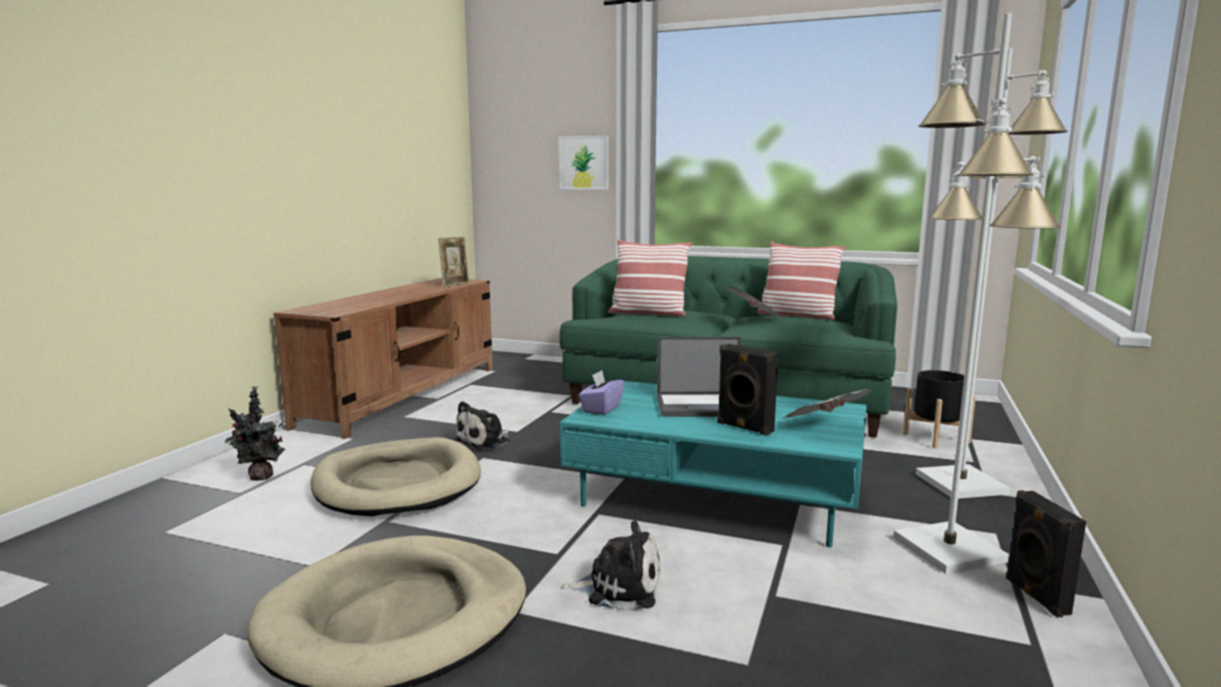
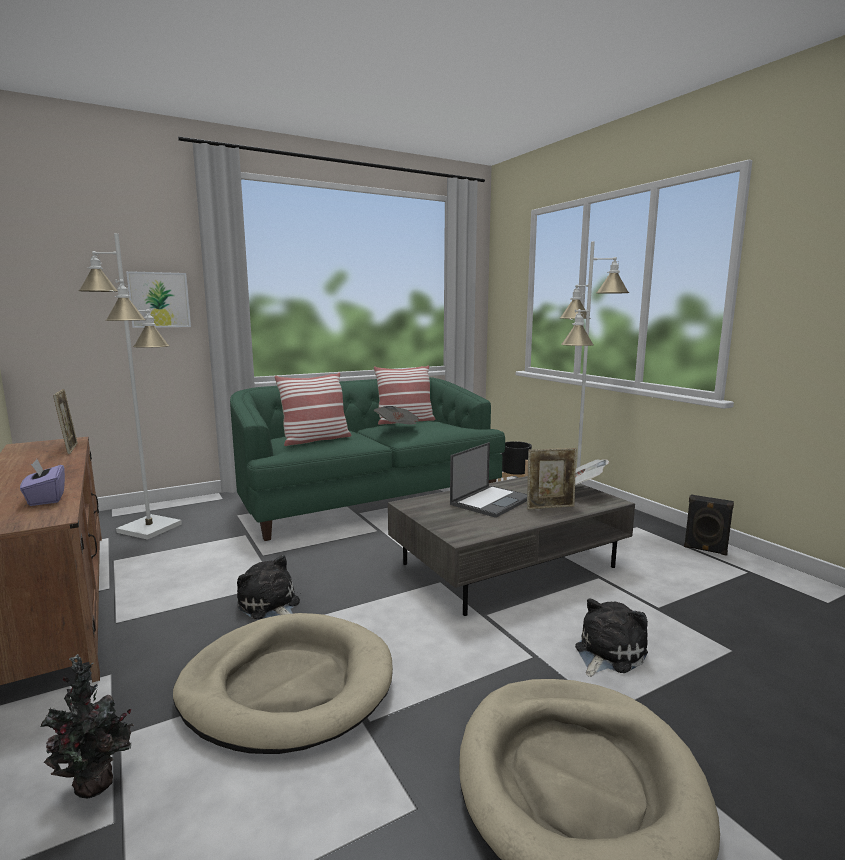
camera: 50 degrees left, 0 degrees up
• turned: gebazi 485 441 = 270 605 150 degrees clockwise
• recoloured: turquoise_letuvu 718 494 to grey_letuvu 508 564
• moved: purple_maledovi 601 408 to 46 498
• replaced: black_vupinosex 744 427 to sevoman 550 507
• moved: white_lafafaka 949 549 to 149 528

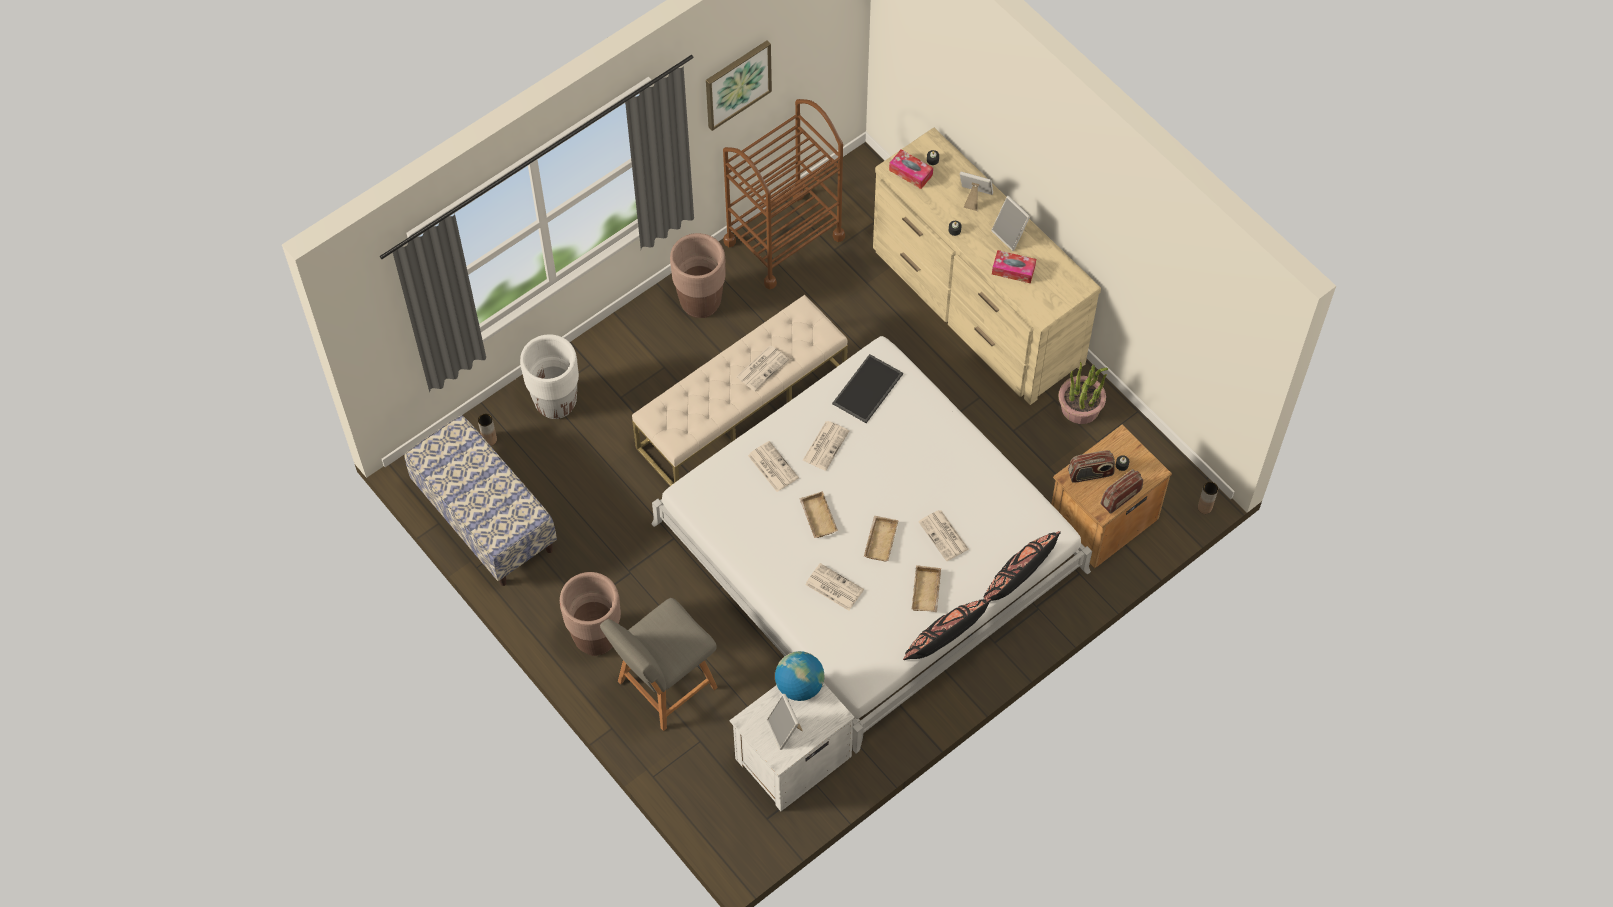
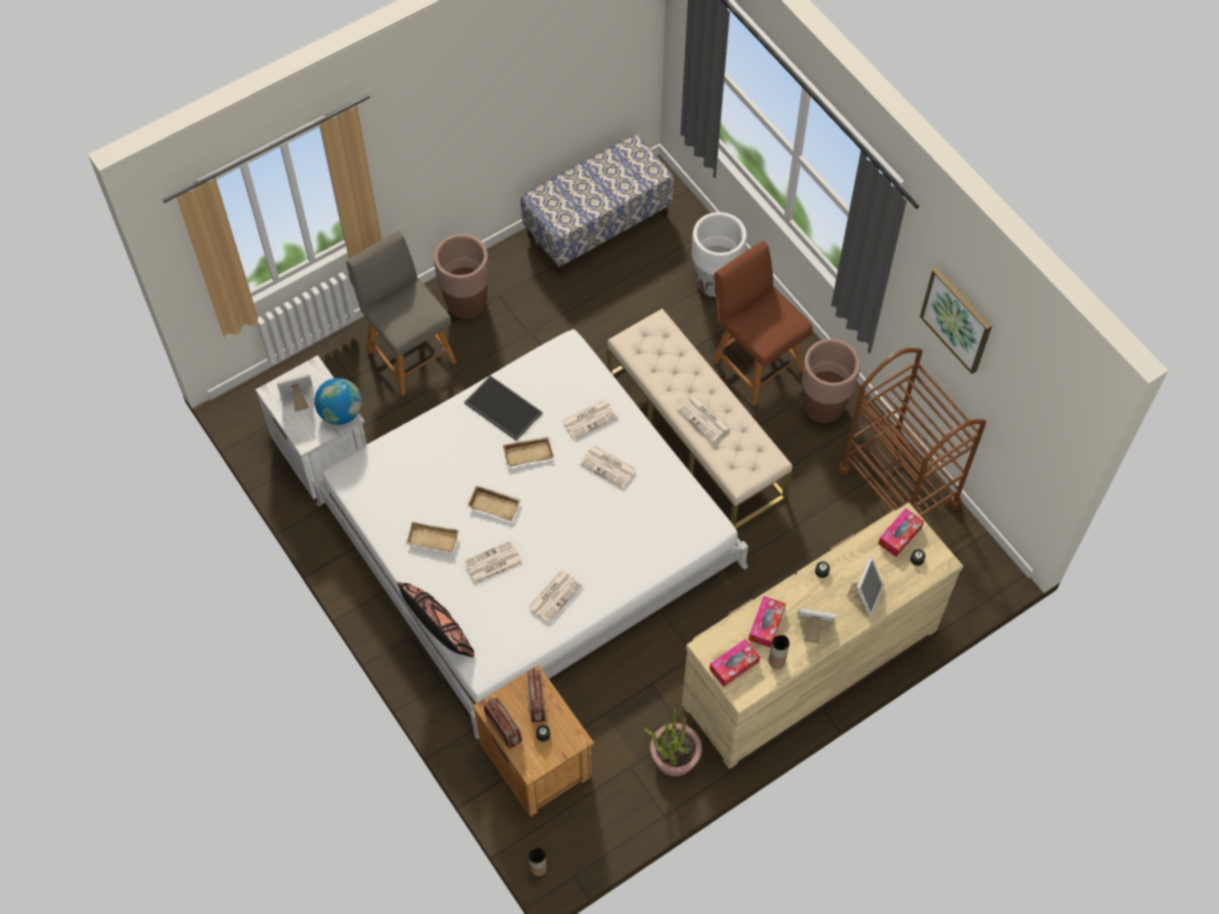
camera: 95 degrees right, 0 degrees up
• moved: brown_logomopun 489 440 to 777 661
• moved: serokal 833 587 to 555 595
• moved: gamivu 868 390 to 502 408
• removed: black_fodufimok 945 638
• turned: sevoman 1011 235 = 813 627 45 degrees clockwise
• added: maledovi 734 665
• added: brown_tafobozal 755 364

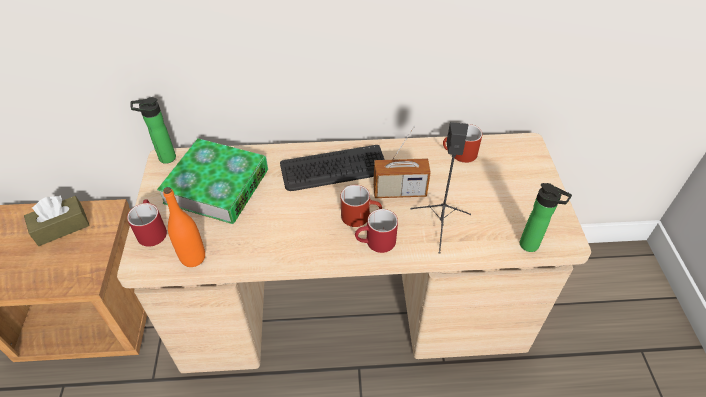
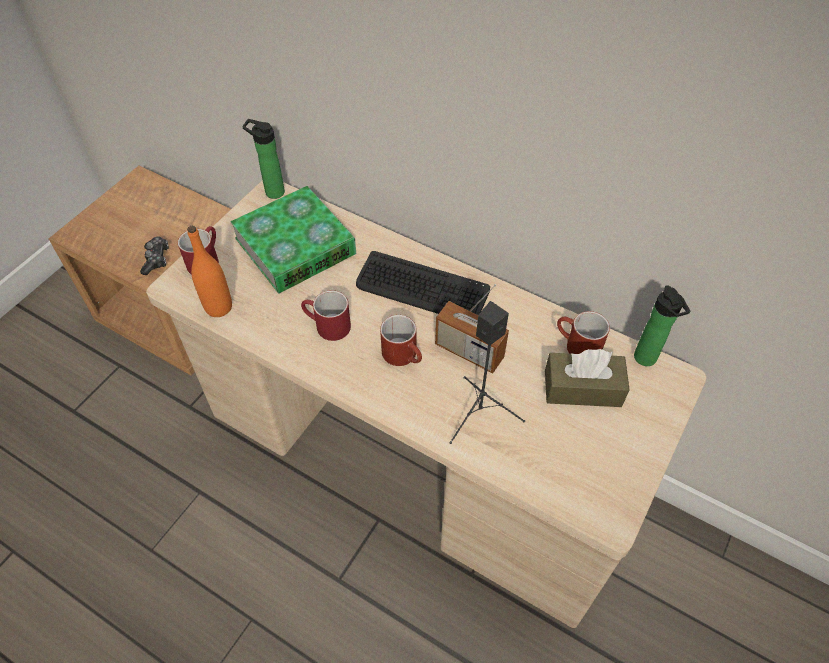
camera: 35 degrees right, 5 degrees up
• moved: brown_maledovi 61 227 to 582 388
• moved: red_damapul 375 243 to 326 326
• moved: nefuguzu 532 246 to 647 360
• added: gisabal 156 259

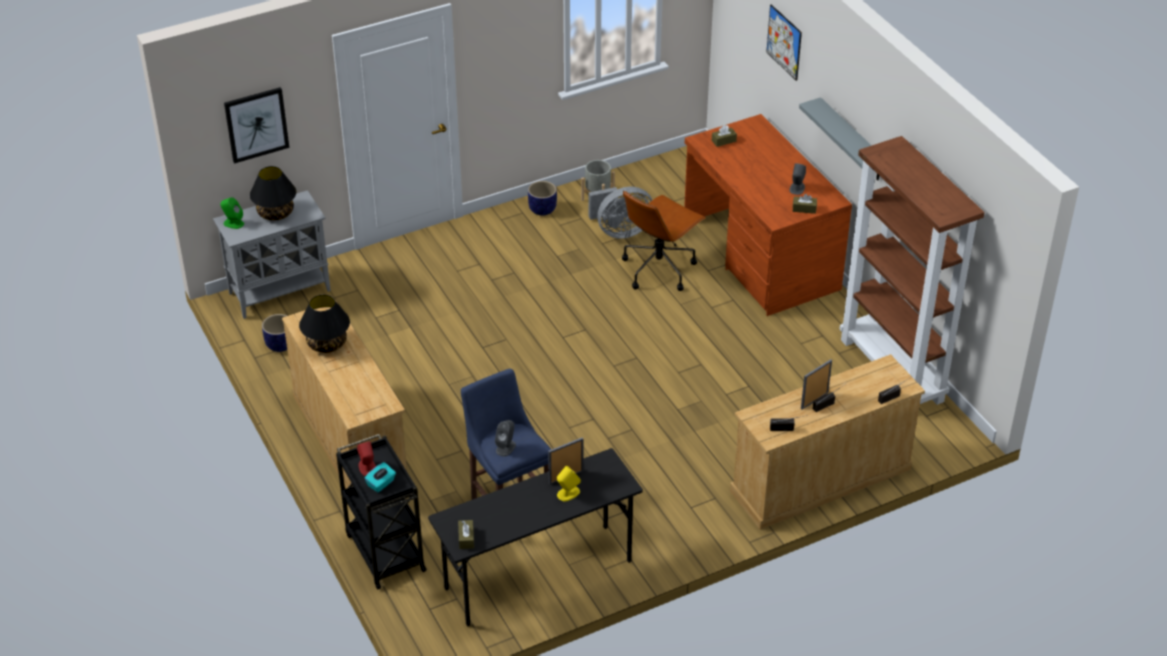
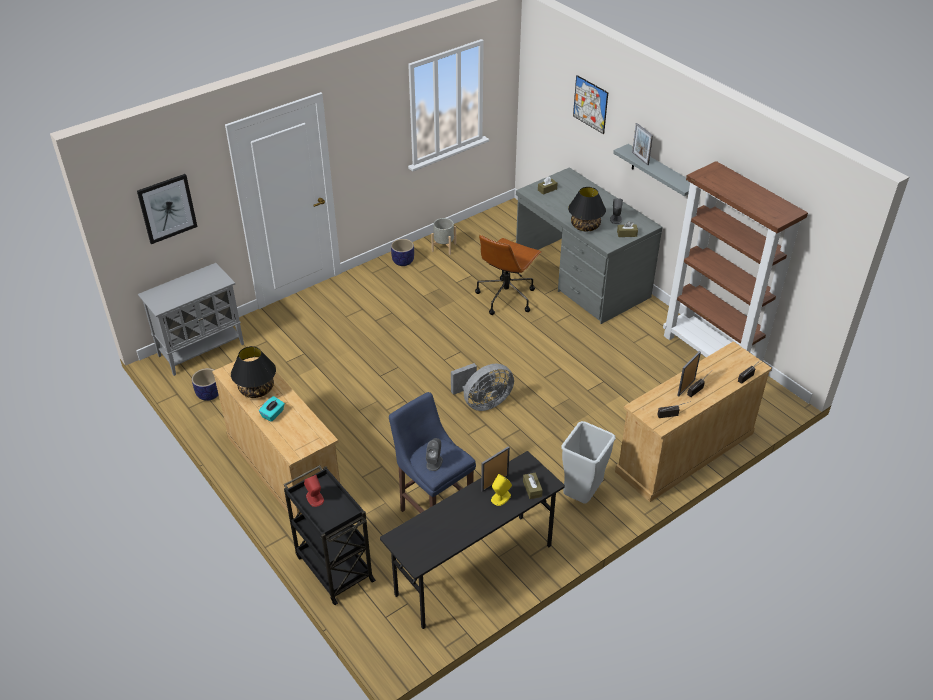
camera: 10 degrees left, 0 degrees up
• removed: green_vupinosex 233 223
• moved: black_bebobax 276 213 to 585 226
• moved: turquoise_maledovi 381 484 to 273 414
• moved: brown_maledovi 466 538 to 532 489
• moved: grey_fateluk 620 231 to 483 402
• recoloured: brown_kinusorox 760 256 to grey_kinusorox 581 278
• added: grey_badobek 582 495
• added: sevoman 640 158

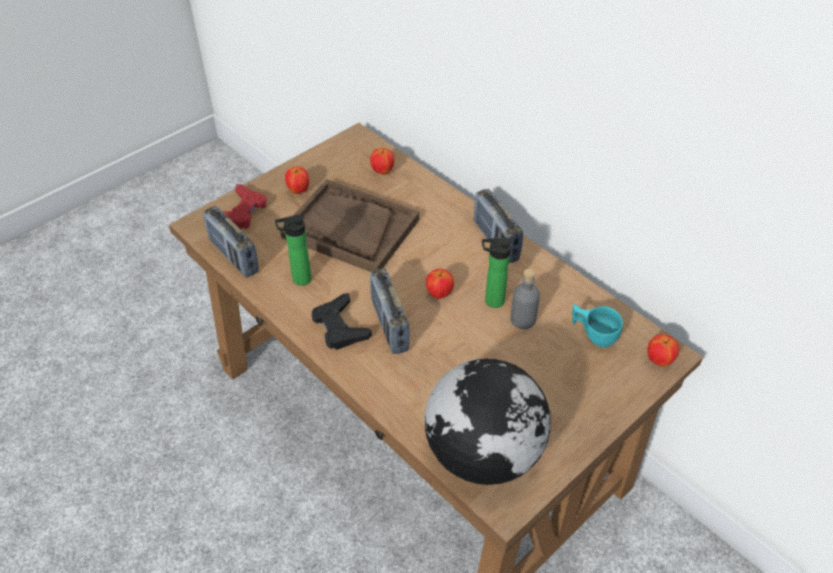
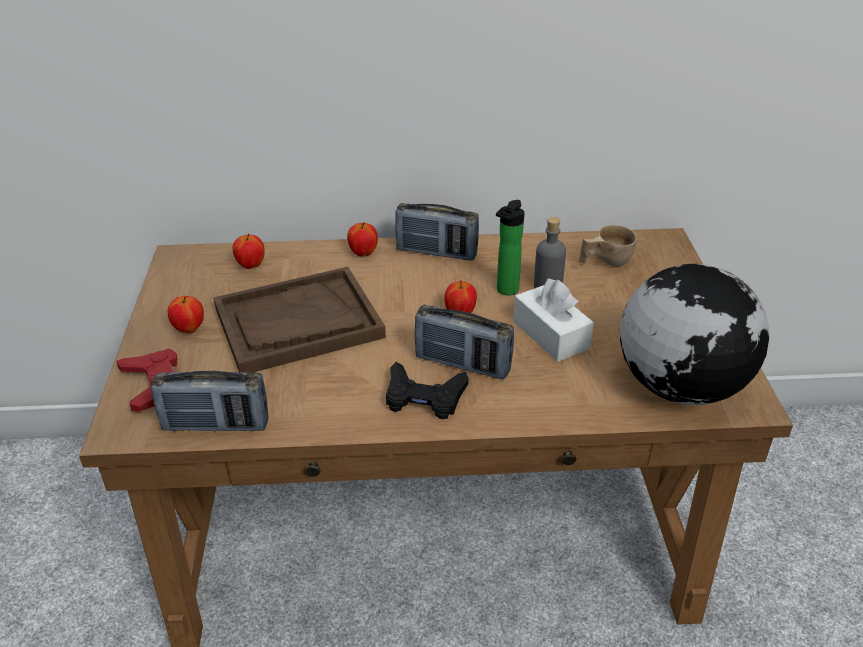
camera: 50 degrees left, 10 degrees down
• removed: nefuguzu 299 279
• recoloured: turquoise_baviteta 593 334 to beige_baviteta 605 261
• moved: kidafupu 659 360 to 363 253
• added: white_maledovi 550 335

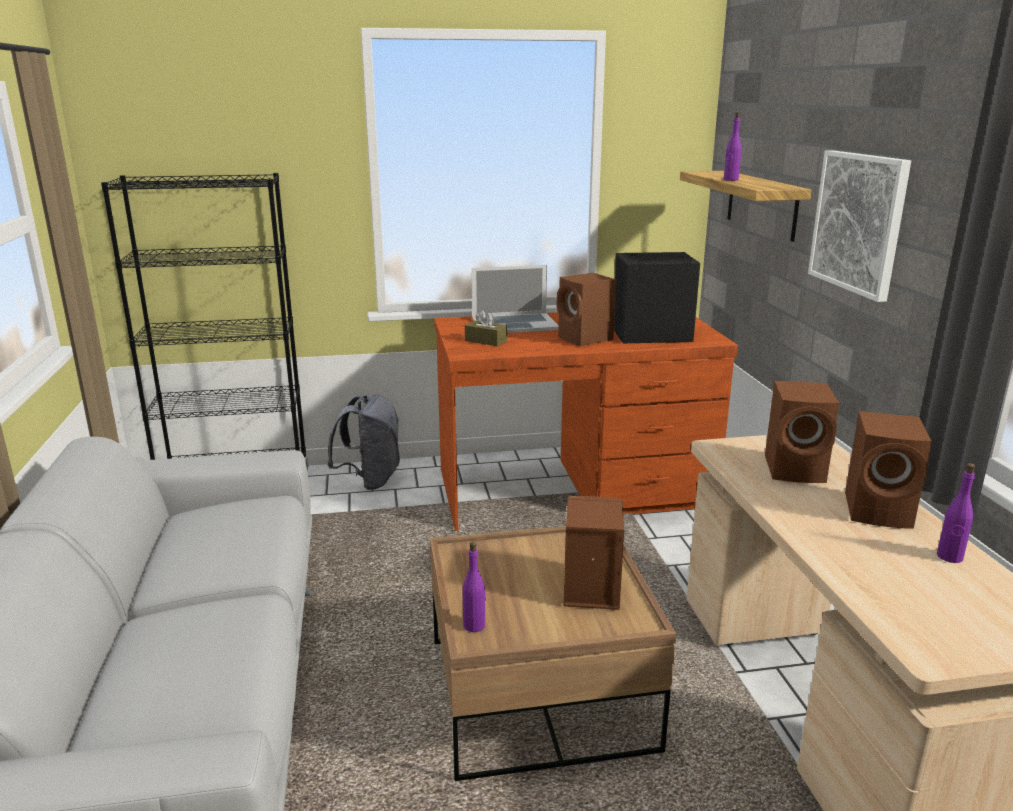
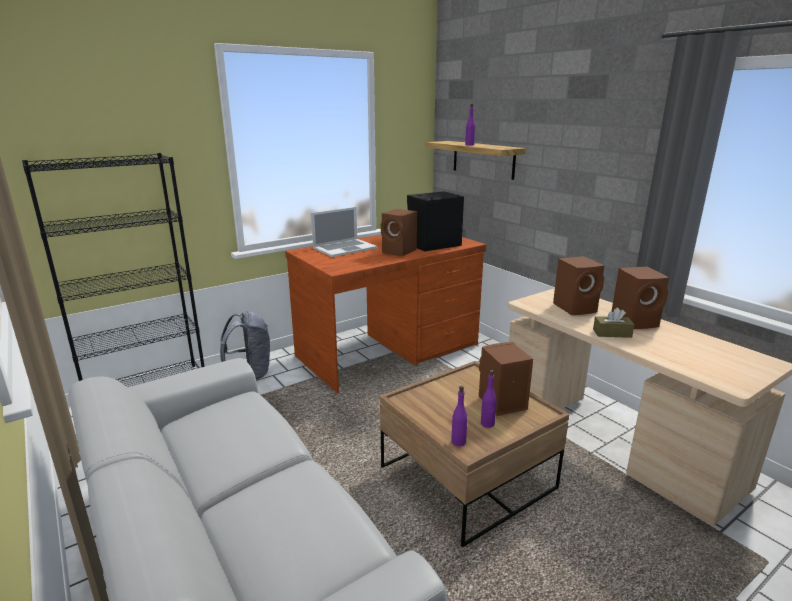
camera: 25 degrees left, 0 degrees up
• moved: brown_maledovi 486 341 to 612 333
• removed: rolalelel 858 222
• moved: purple_nefuguzu 949 557 to 487 424

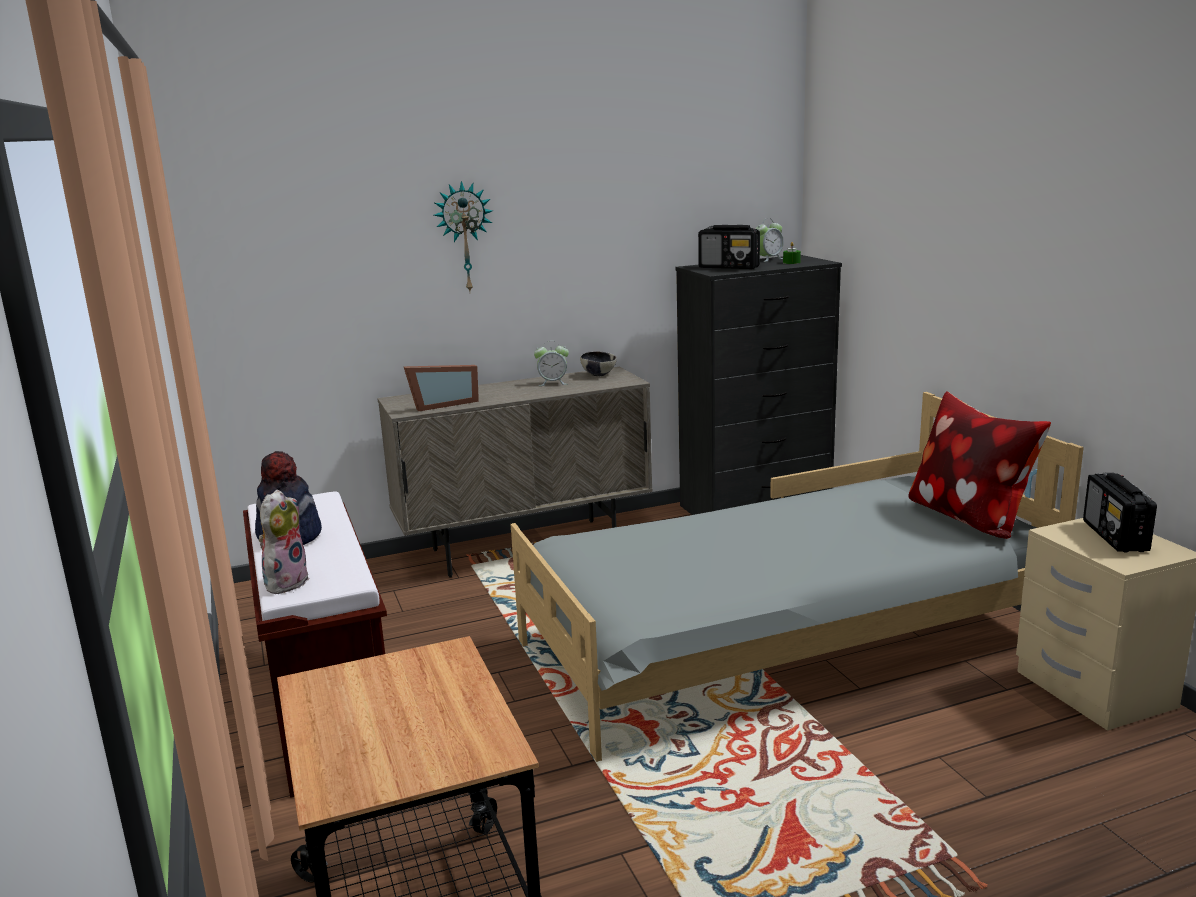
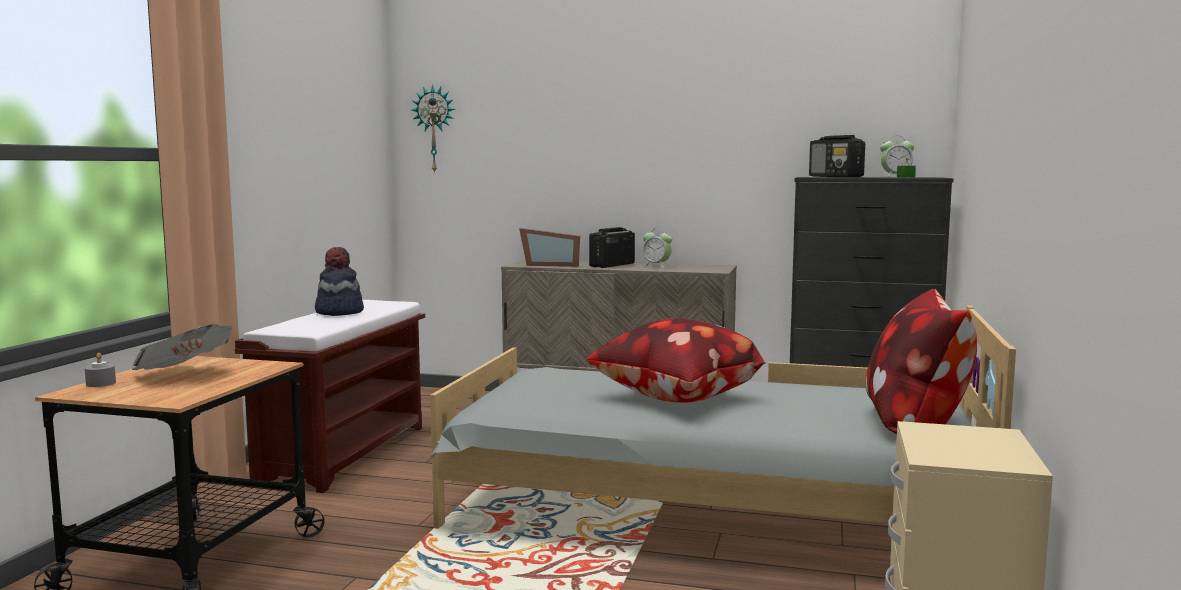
camera: 35 degrees right, 10 degrees down
• removed: gebazi 285 582
• moved: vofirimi 464 237 to 435 129
• removed: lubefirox 599 374
• moved: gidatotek 1115 537 to 611 265
• added: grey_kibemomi 101 383
• added: serokal 184 374
• added: fodufimok 676 399

